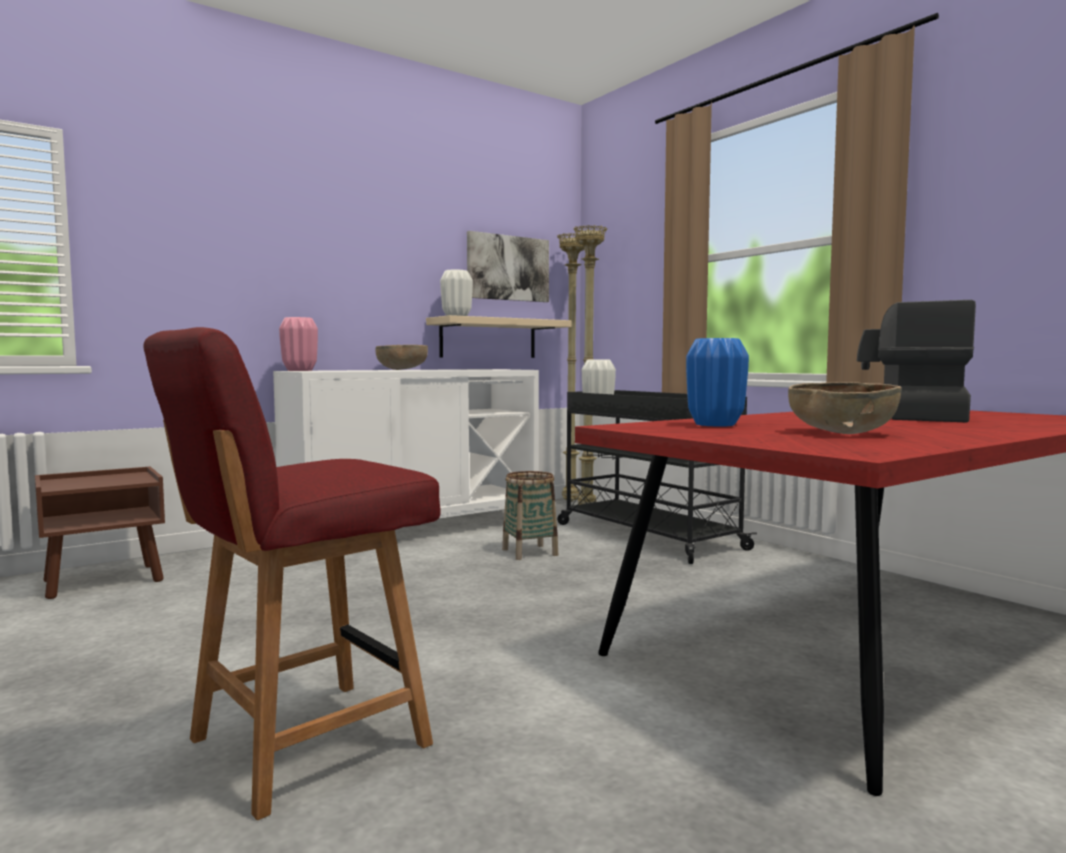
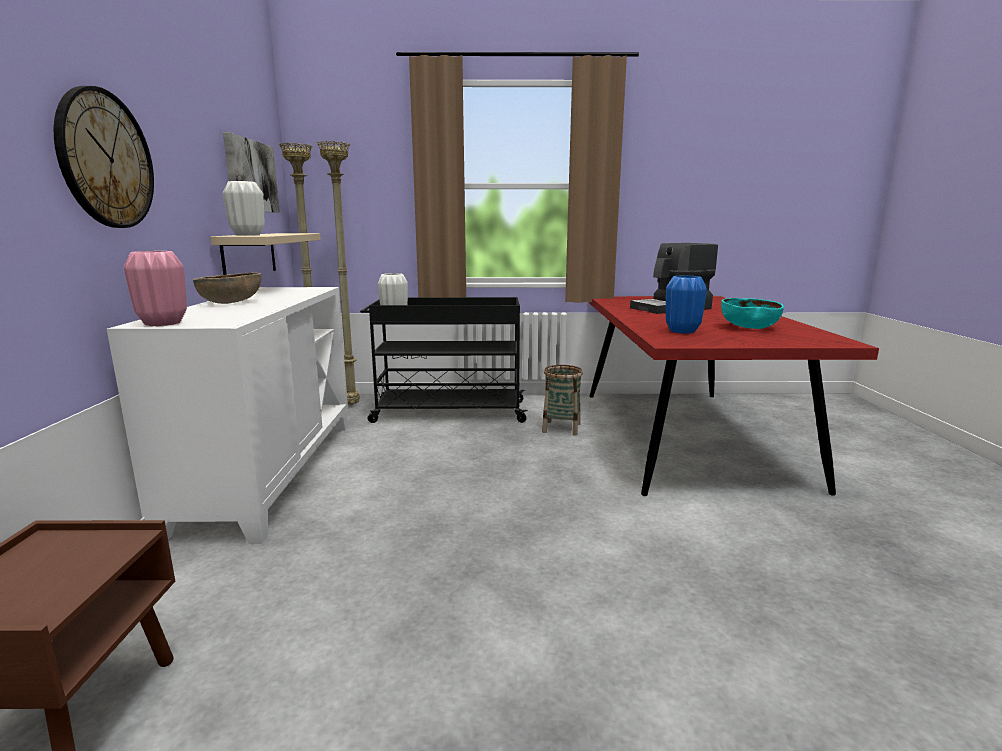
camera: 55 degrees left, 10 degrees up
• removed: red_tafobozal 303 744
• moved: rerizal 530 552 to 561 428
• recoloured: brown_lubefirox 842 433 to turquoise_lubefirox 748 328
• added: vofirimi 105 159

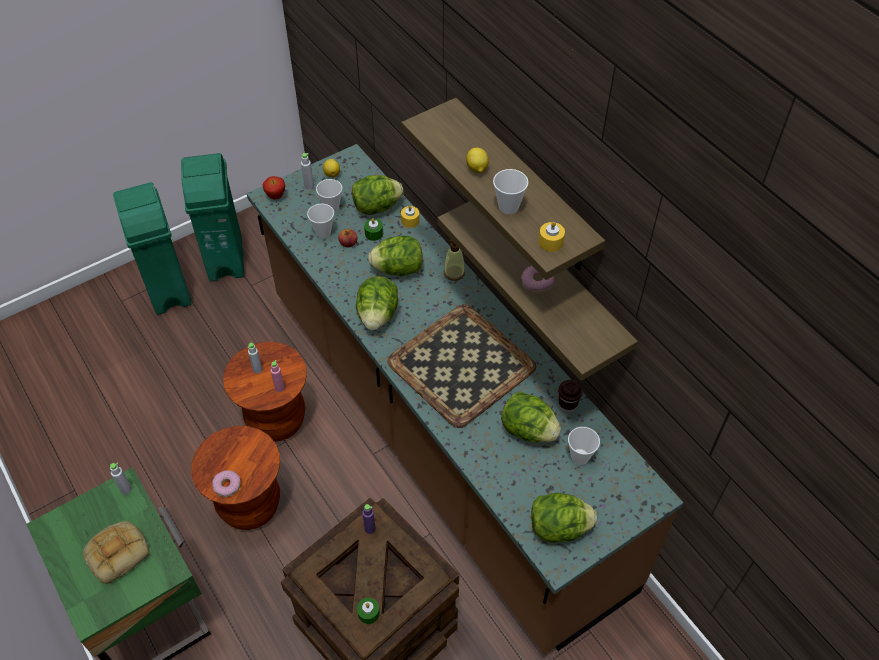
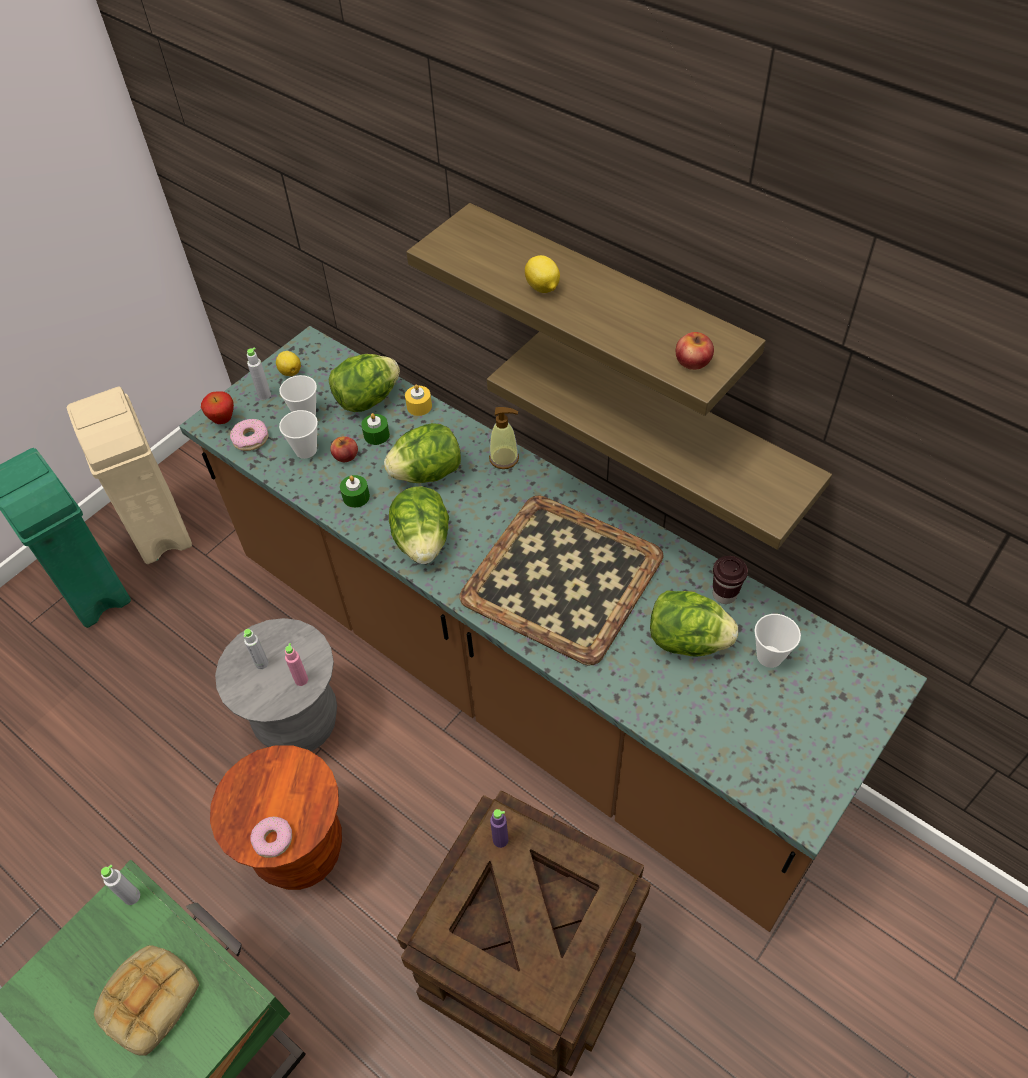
camera: 15 degrees left, 0 degrees up
• recoloured: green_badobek 226 258 to beige_badobek 159 528
• recoloured: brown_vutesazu 276 420 to grey_vutesazu 299 723
• moved: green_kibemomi 368 613 to 356 497
• removed: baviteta 508 207
• moved: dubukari 537 283 to 250 439
• removed: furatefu 558 527
• replaced: yellow_kibemomi 550 242 to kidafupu 693 361

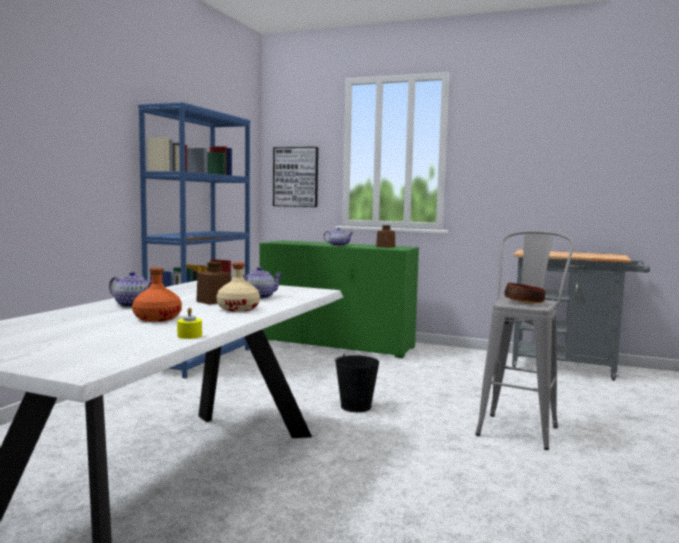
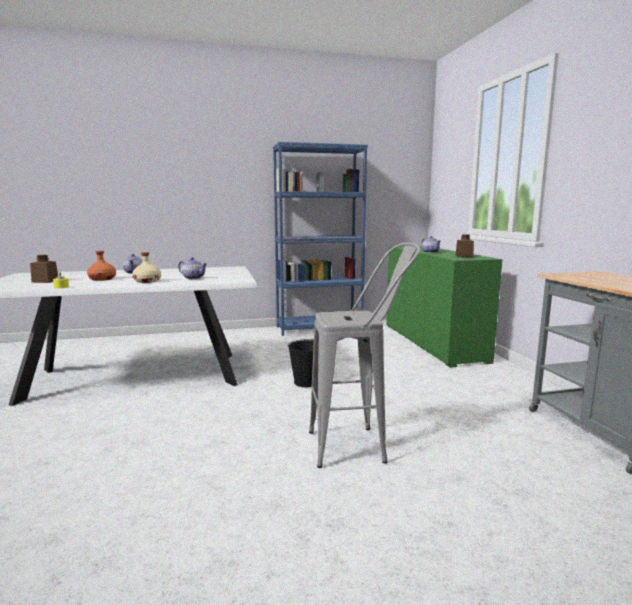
camera: 55 degrees right, 5 degrees up
• moved: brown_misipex 214 301 to 45 281
• removed: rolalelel 296 177
• removed: lubefirox 524 302

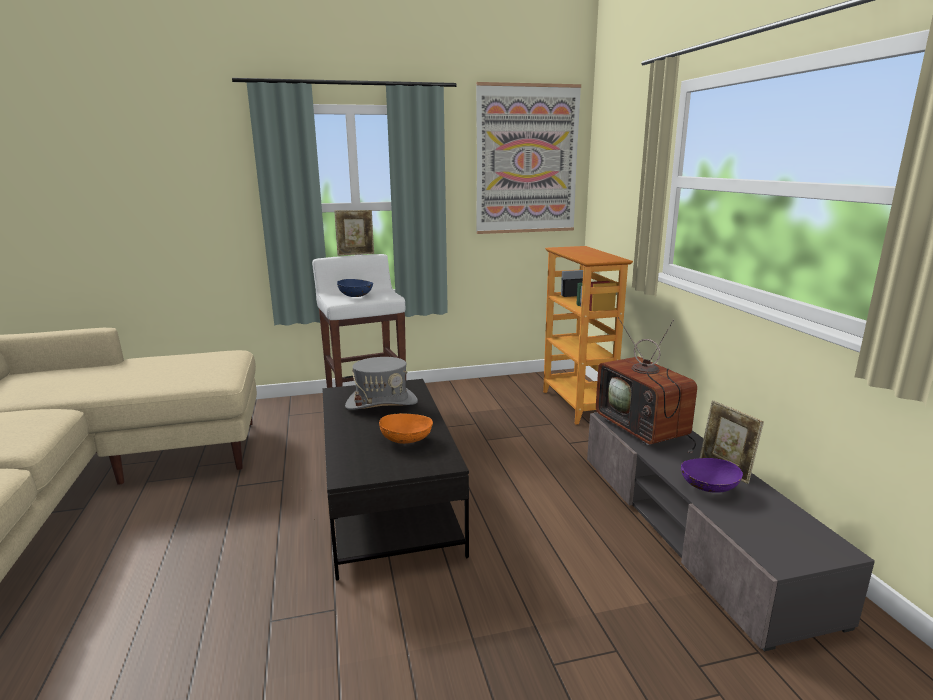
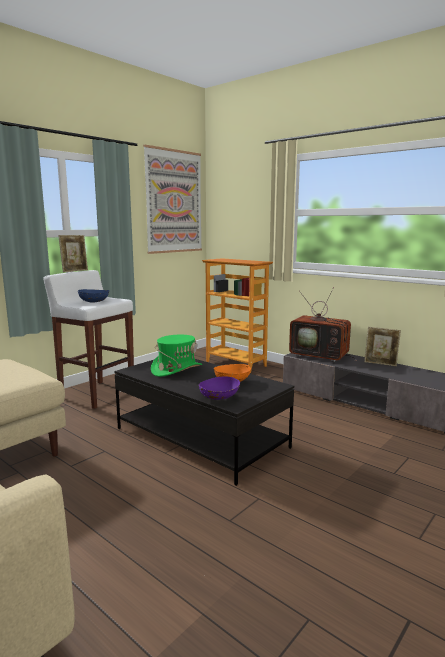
camera: 35 degrees left, 5 degrees down
• recoloured: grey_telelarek 382 403 to green_telelarek 176 369
• moved: purple_lubefirox 708 489 to 219 398

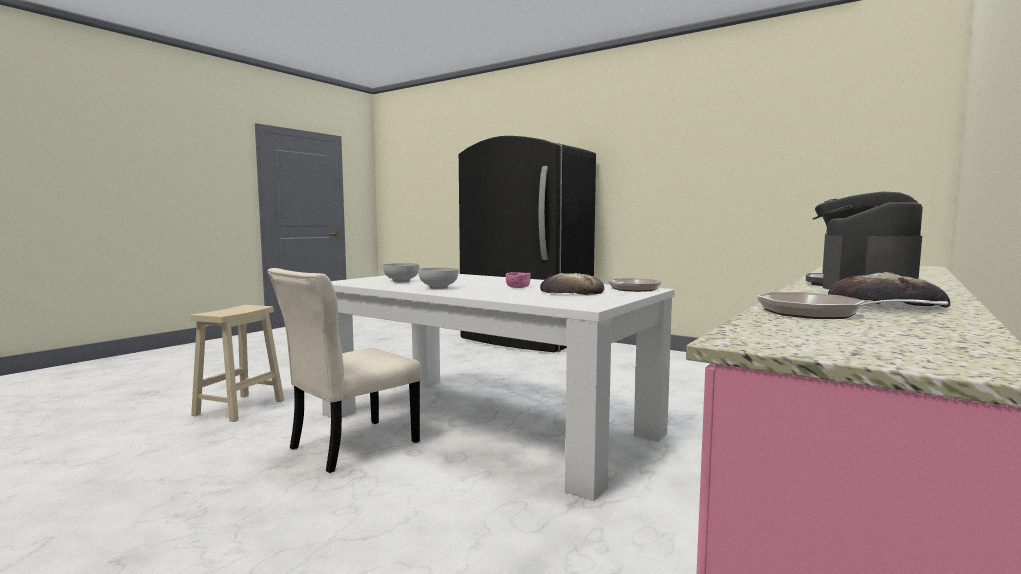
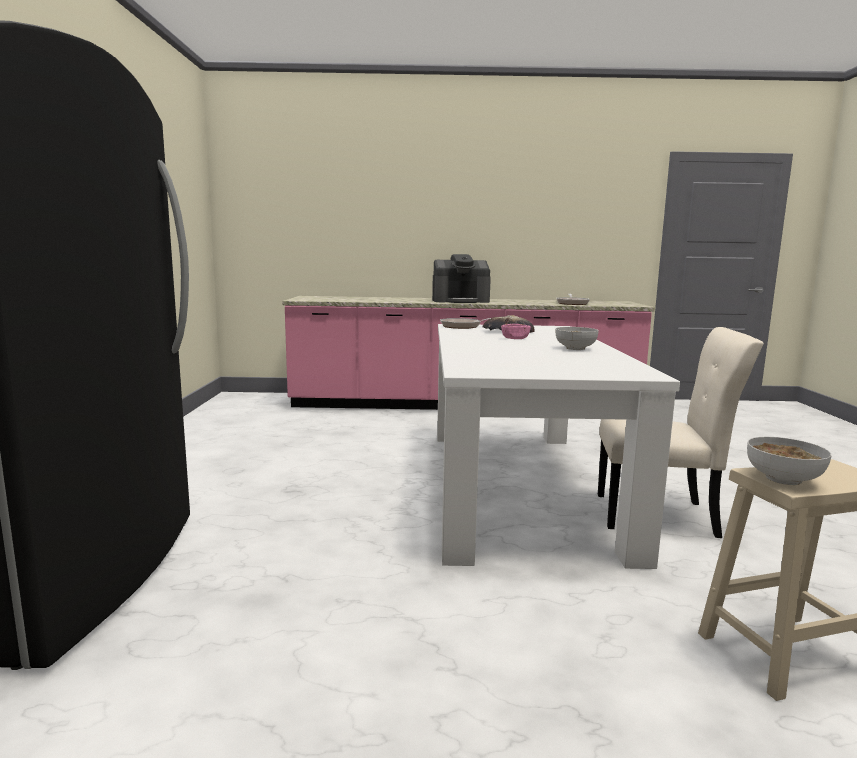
camera: 125 degrees left, 5 degrees up
• moved: lubefirox 401 281 to 784 479
• removed: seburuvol 885 304

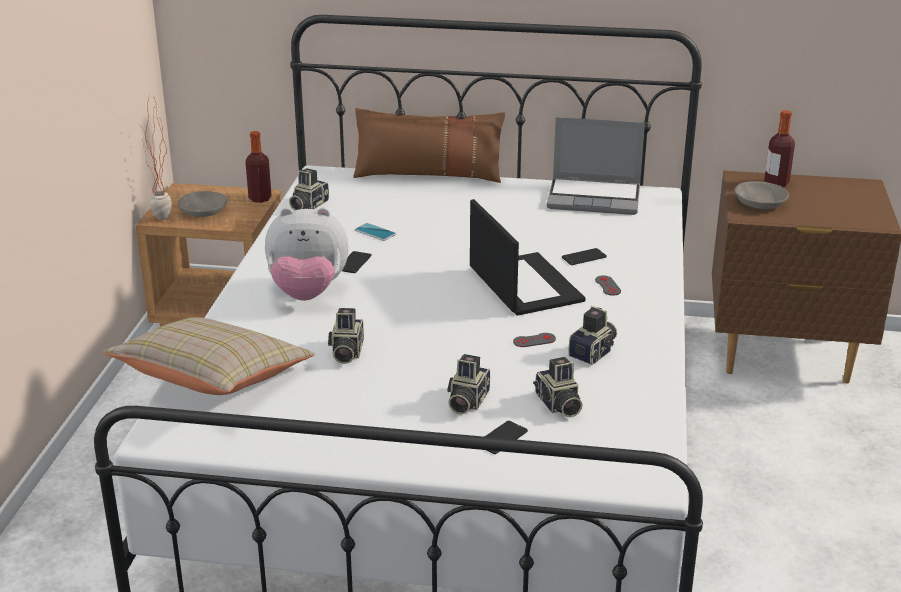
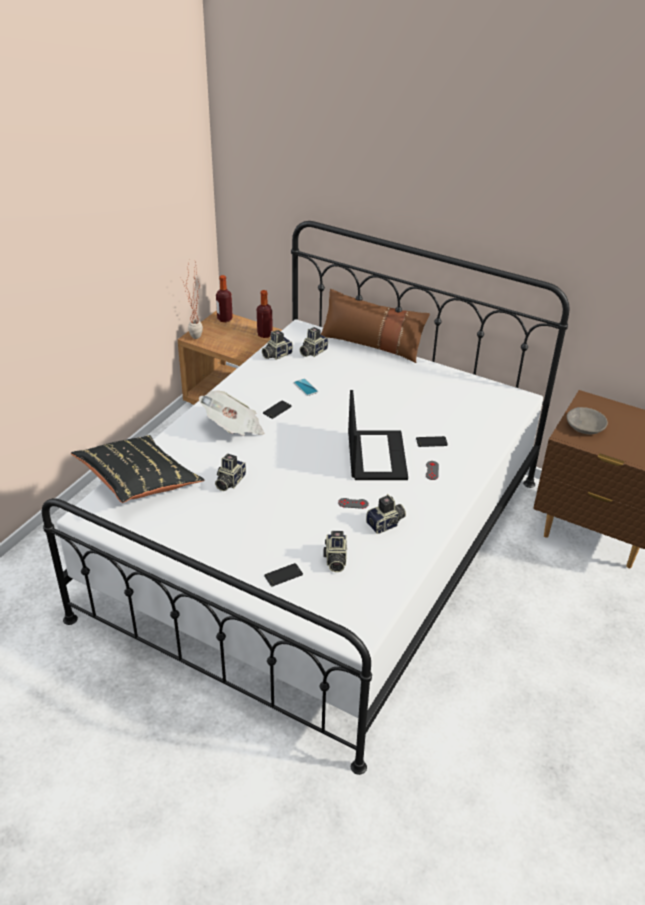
camera: 20 degrees right, 10 degrees up
• recoloured: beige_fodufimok 213 381 to black_fodufimok 139 483
• removed: grey_lubefirox 203 211
• replaced: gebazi 308 293 to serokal 234 428
• moved: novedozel 466 401 to 312 351
• removed: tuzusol 595 198
• moved: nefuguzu 776 184 to 225 319

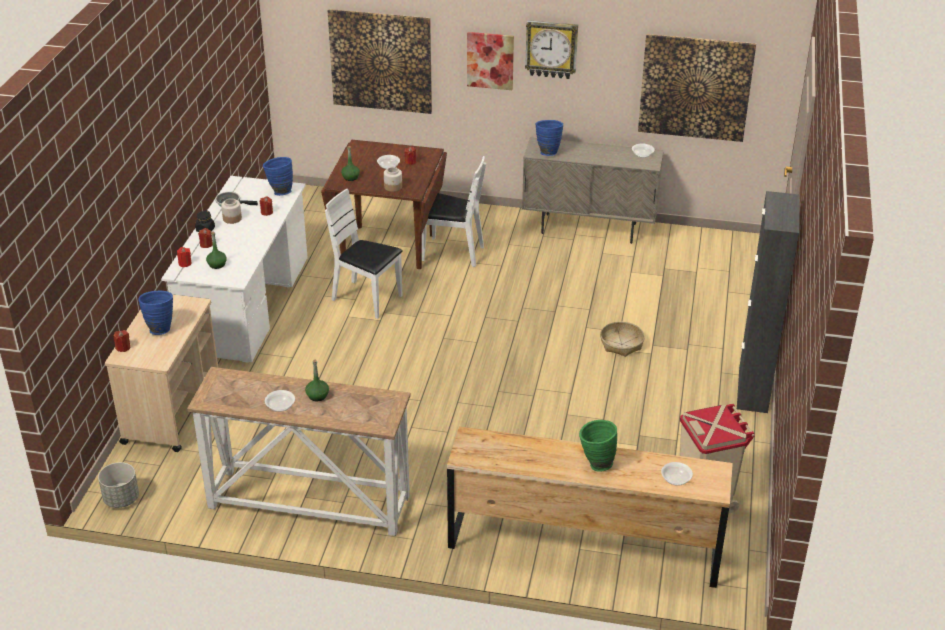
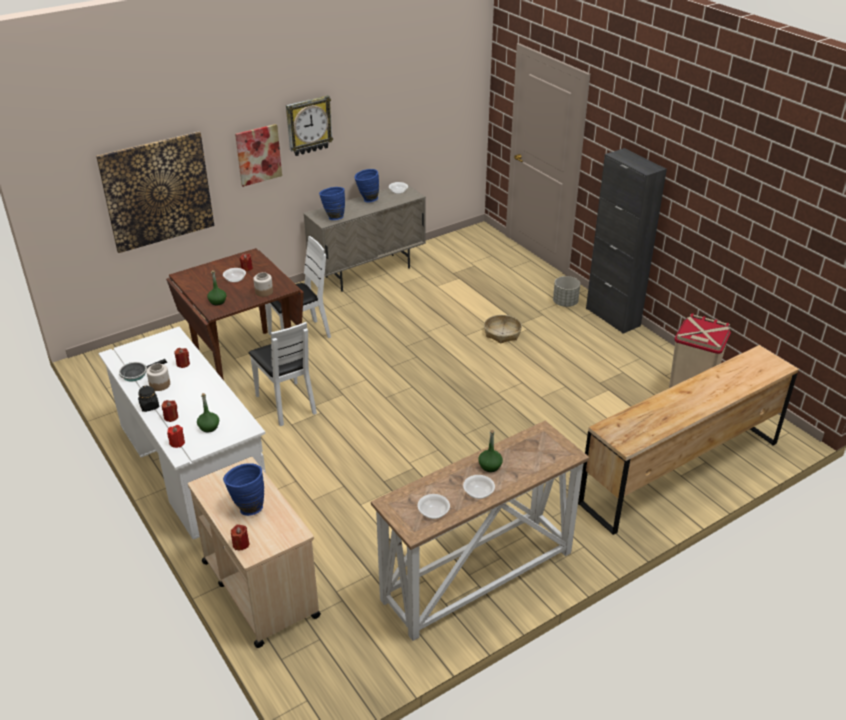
camera: 45 degrees left, 0 degrees up
• moved: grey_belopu 121 499 to 565 303
• moved: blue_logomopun 279 191 to 367 200
• turned: white_tafobozal 367 299 = 286 403 105 degrees counterclockwise
• removed: green_logomopun 595 464
• removed: rolalelel 695 87
• moved: lubefirox 676 480 to 433 512

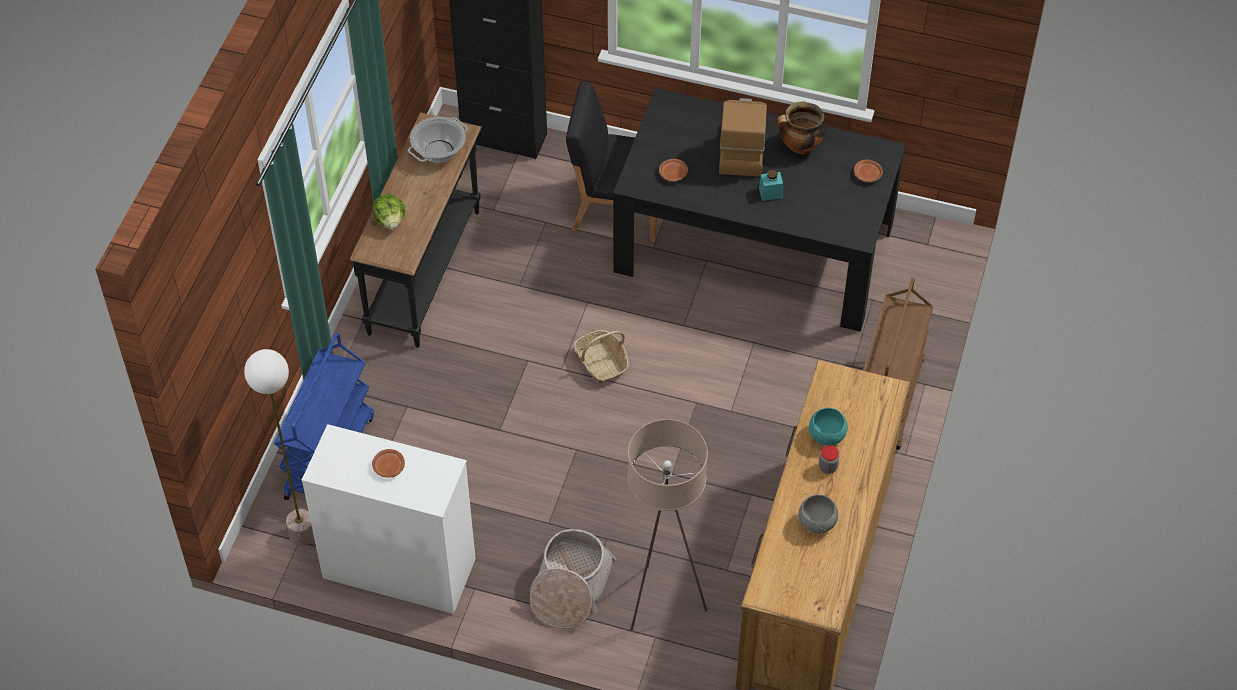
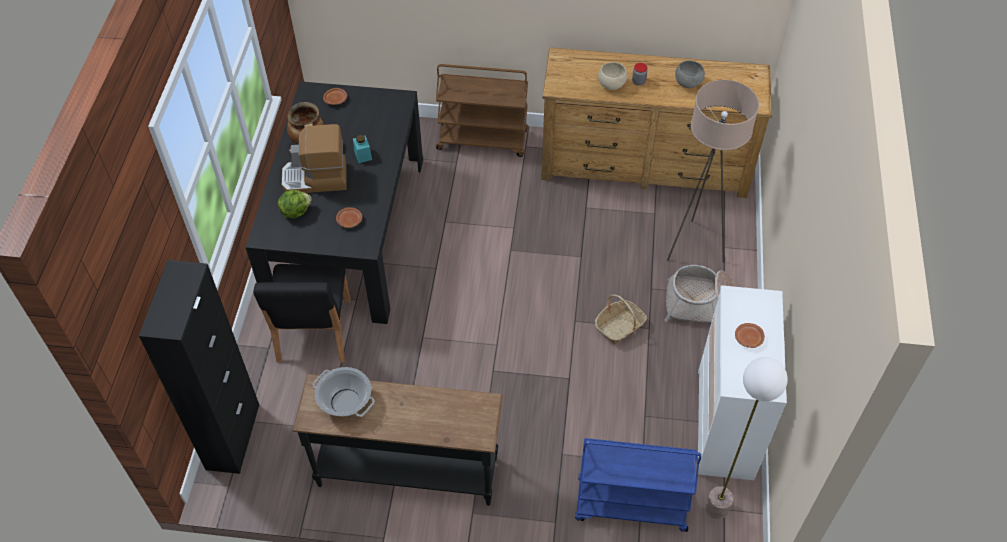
camera: 100 degrees left, 0 degrees up
• moved: furatefu 390 221 to 295 211
• moved: rerizal 601 362 to 620 326
• recoloured: turquoise_lubefirox 827 436 to beige_lubefirox 611 84

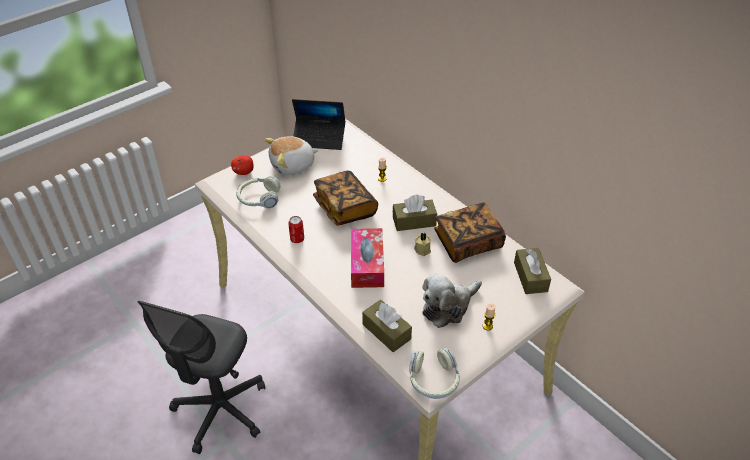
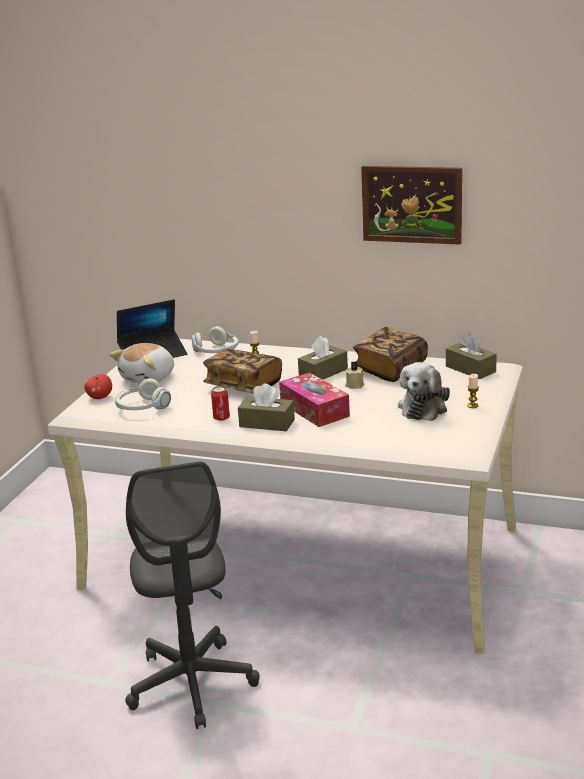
camera: 30 degrees left, 20 degrees down
• moved: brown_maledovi 386 331 to 267 423
• moved: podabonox 433 380 to 216 352
• added: rolalelel 411 204

